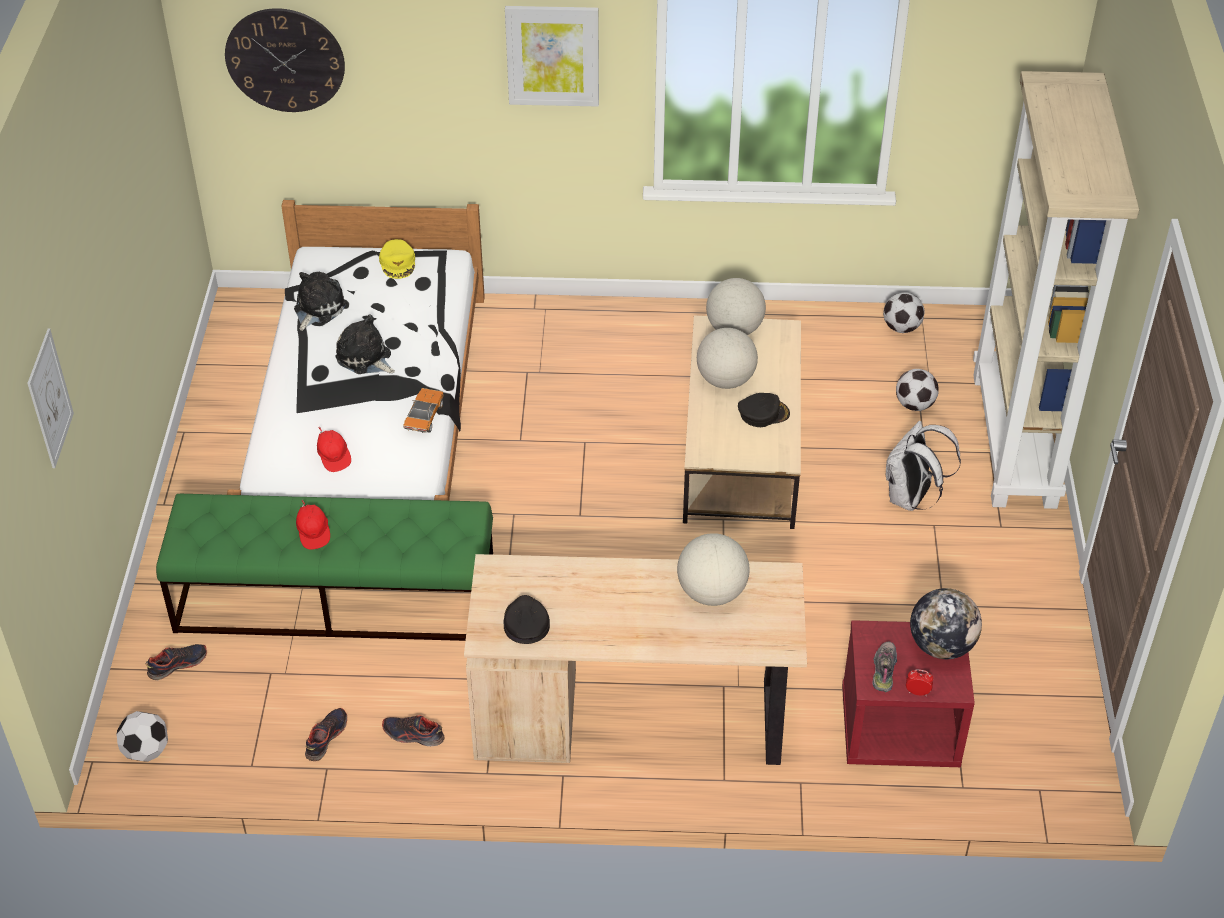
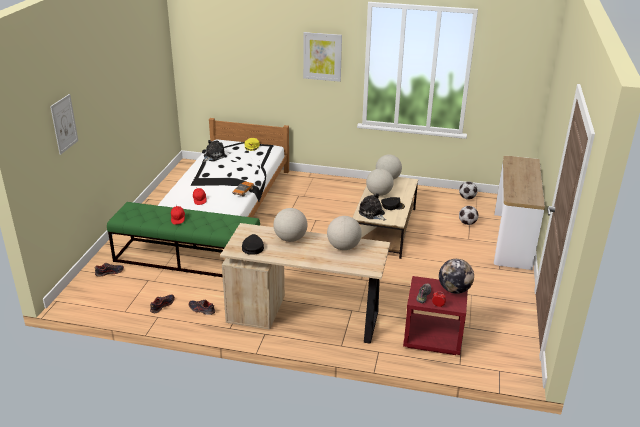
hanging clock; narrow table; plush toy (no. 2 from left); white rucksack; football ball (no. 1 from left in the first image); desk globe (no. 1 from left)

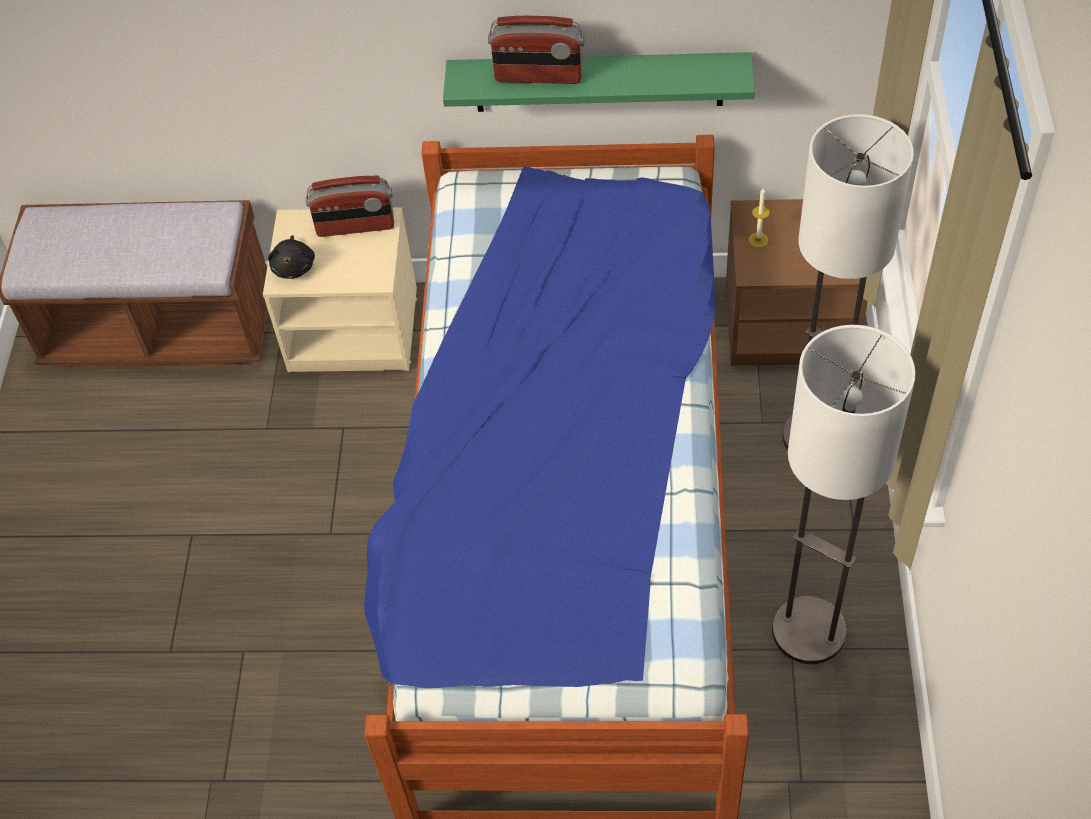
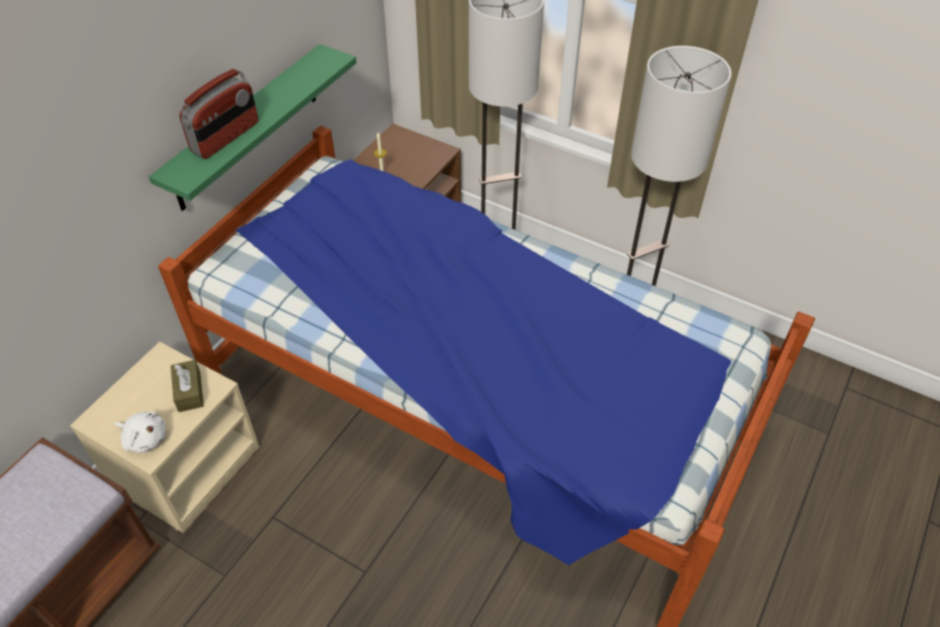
radio (no. 1 from left in the first image); white plush toy; brown box of tissues

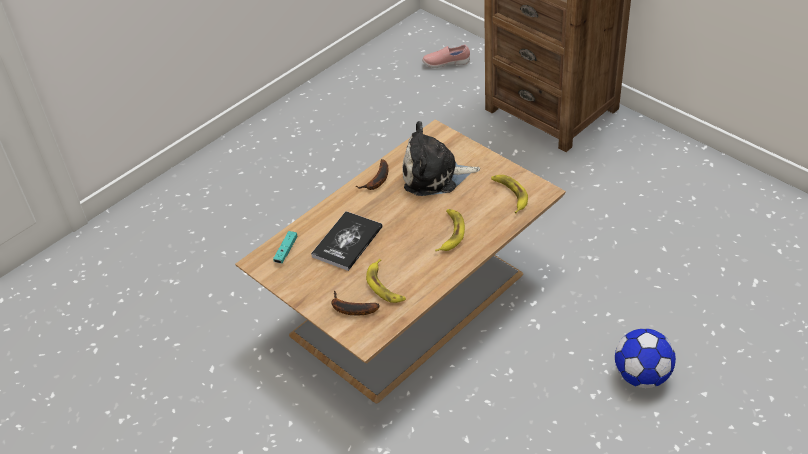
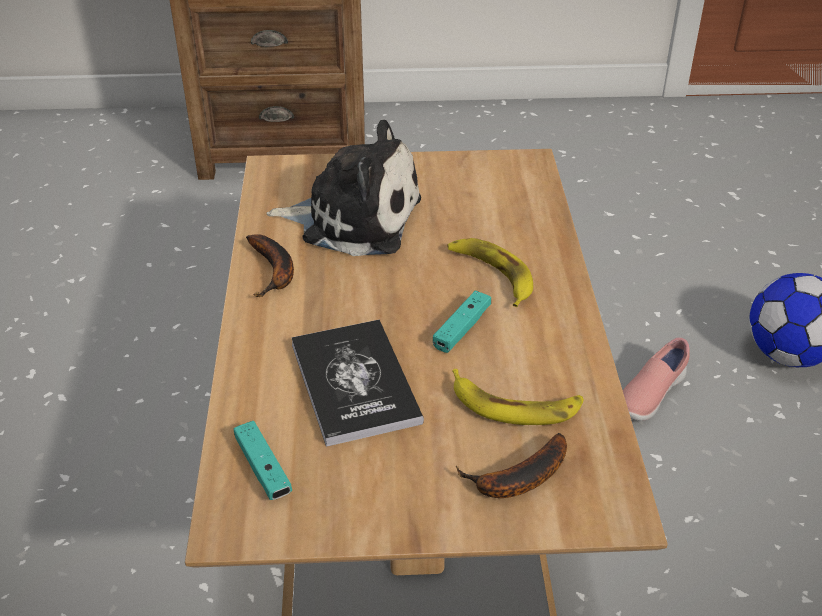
pink-coloured shoe; plush toy; banana (no. 5 from left in the first image); turquoise joypad (no. 2 from left)

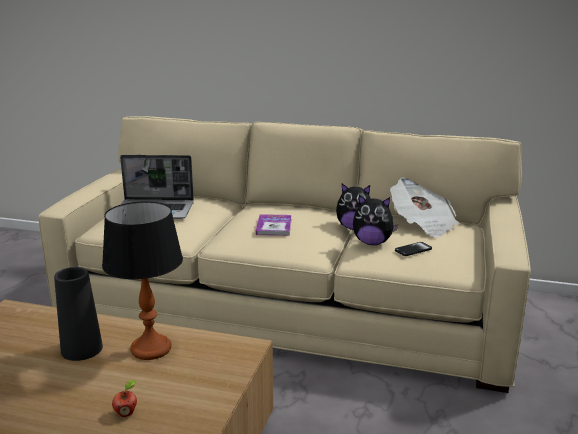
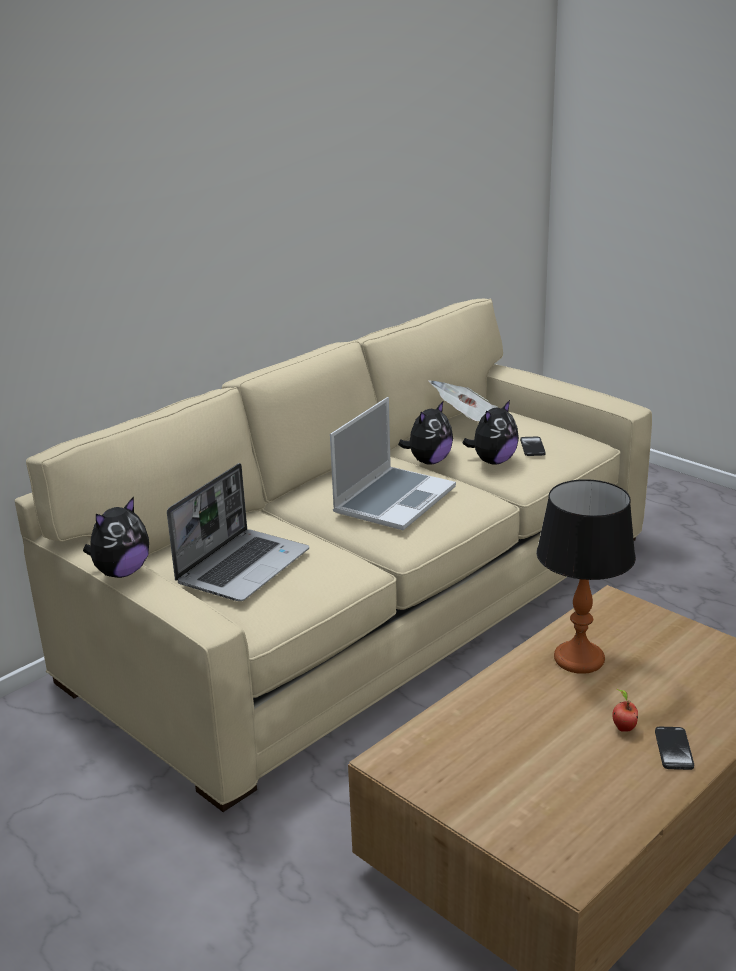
laptop (no. 2 from left); blackish vase; whole apple; plush toy (no. 1 from left); phone (no. 2 from left)

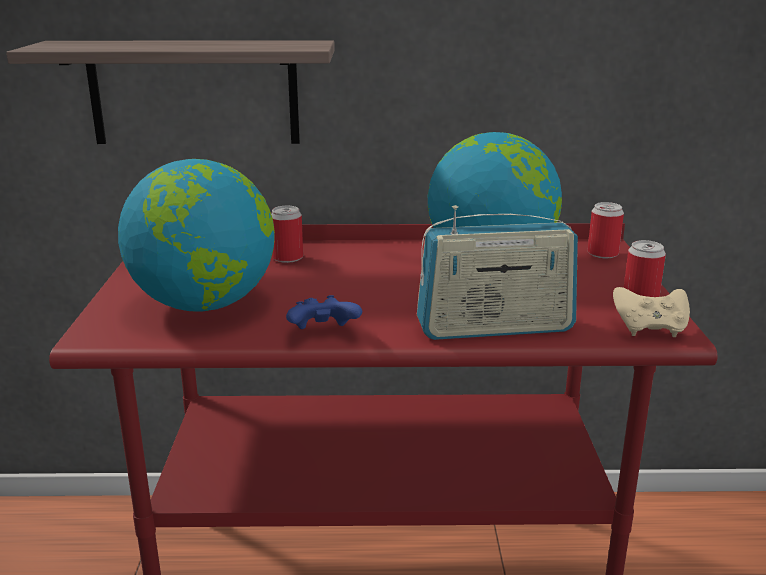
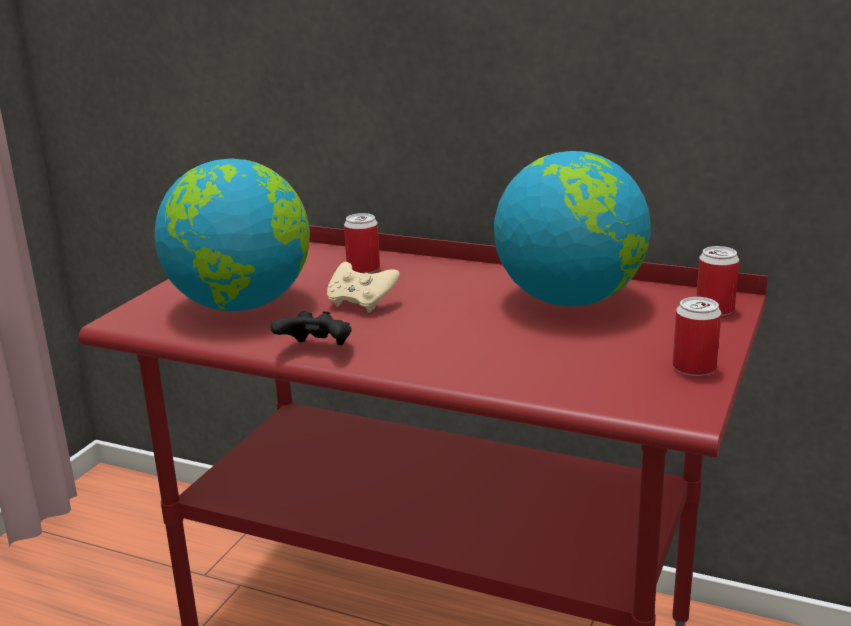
wall shelf; radio; sand-coloured joypad; blackish joypad

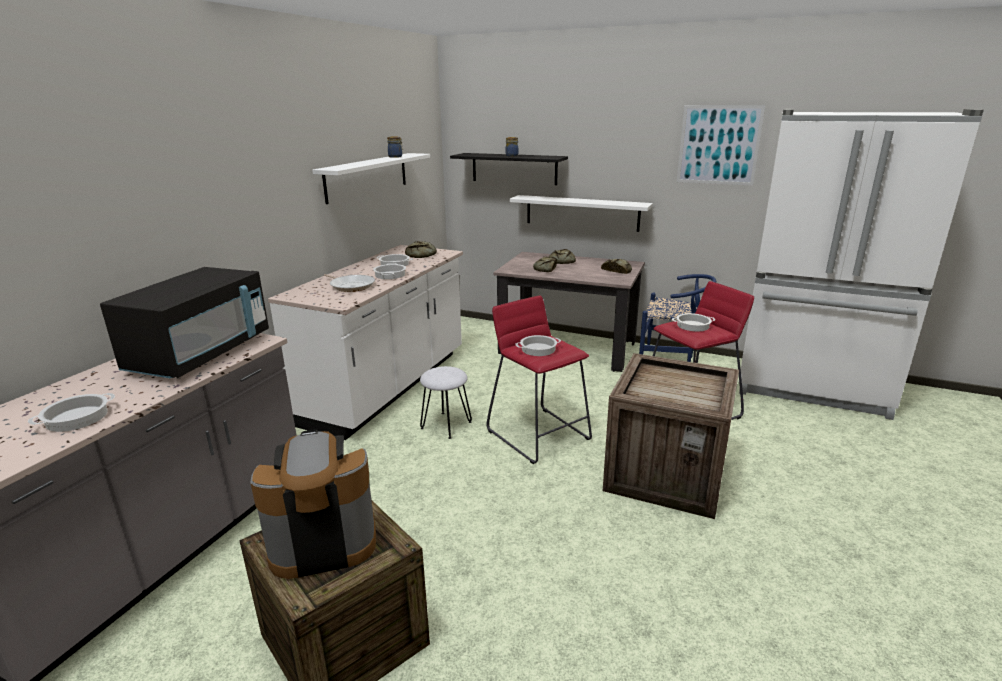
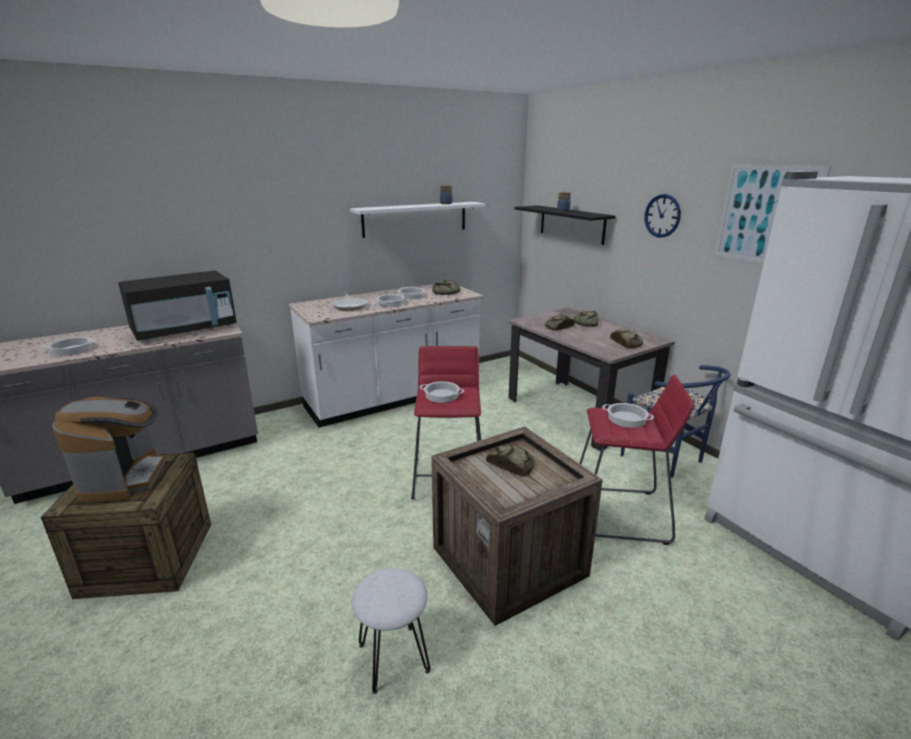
white wall shelf (no. 2 from left in the first image); white stool seat; coffee maker; hanging clock; baked bread (no. 2 from left)

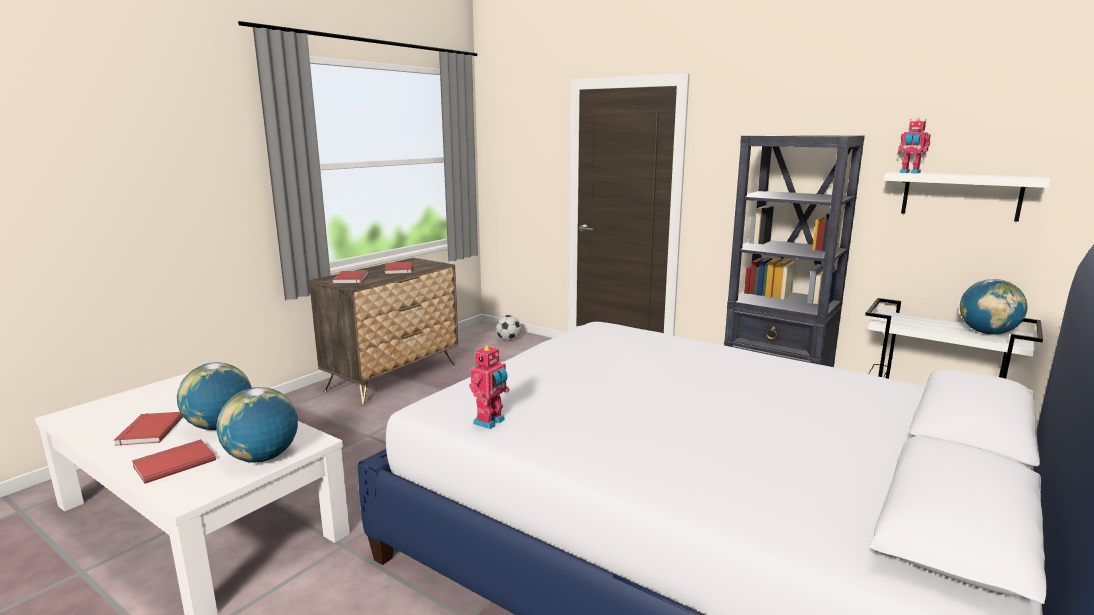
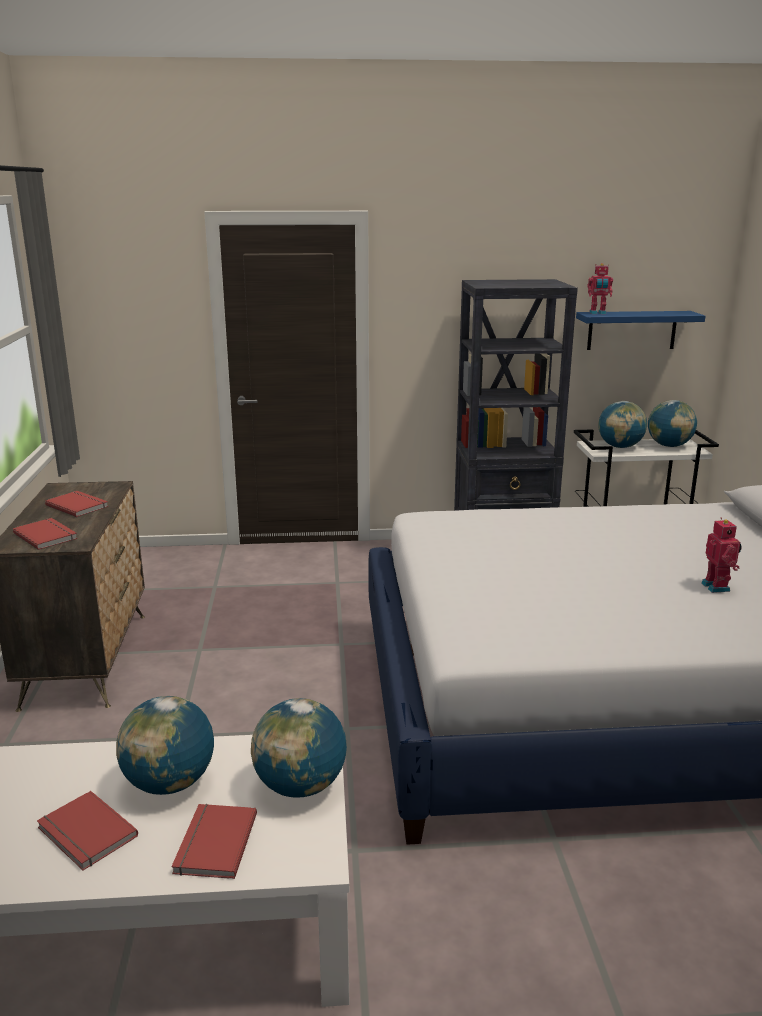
bluish wall shelf; football ball; model robot (no. 2 from left); desk globe (no. 3 from left)

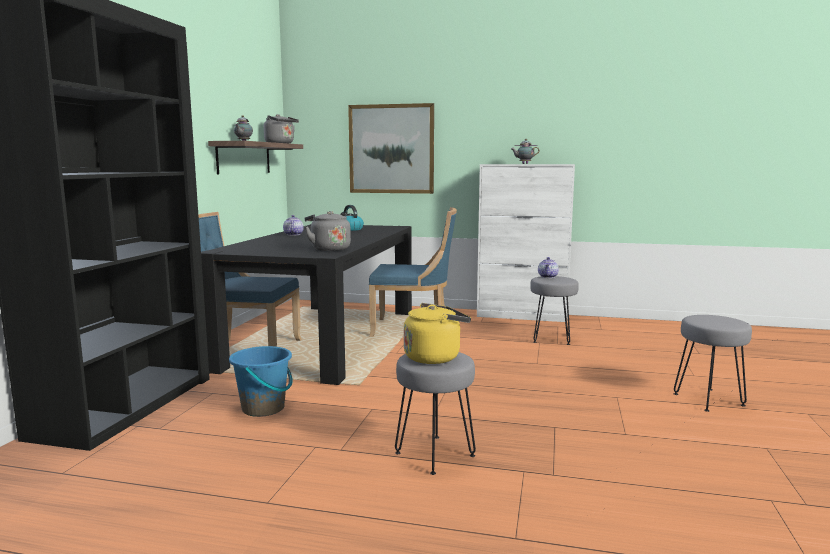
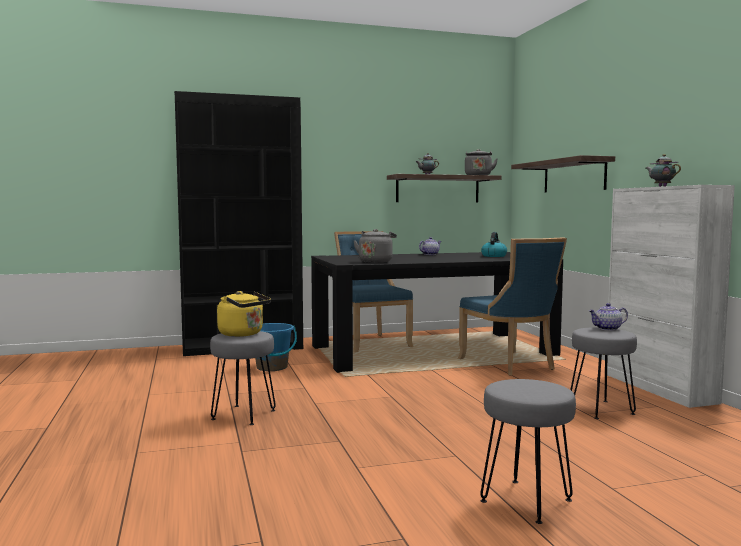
wall shelf (no. 2 from left)

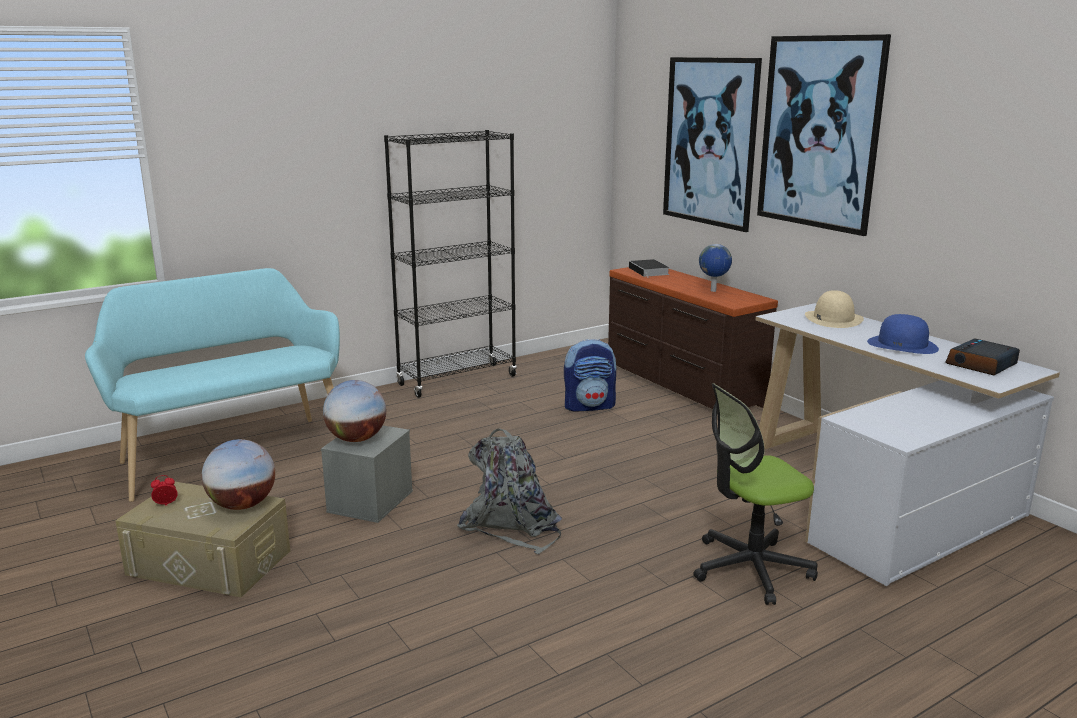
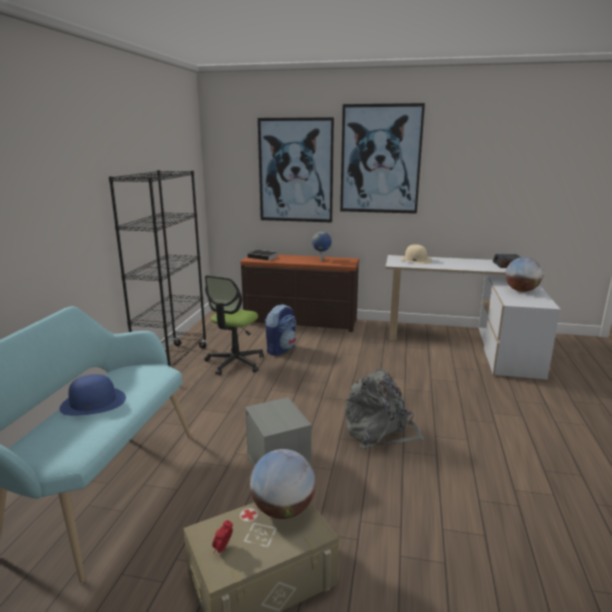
bluish hat; desk globe (no. 3 from left); desk chair

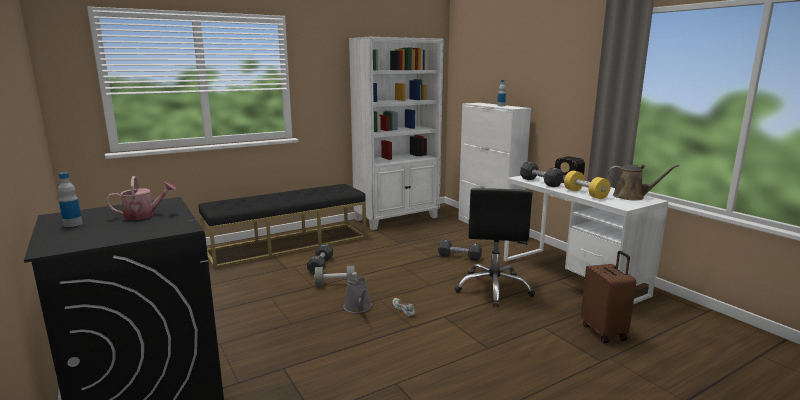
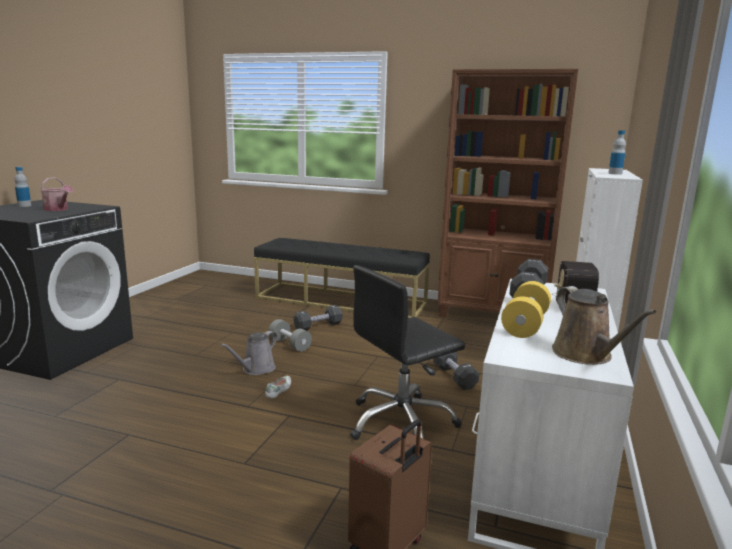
brown bookcase

